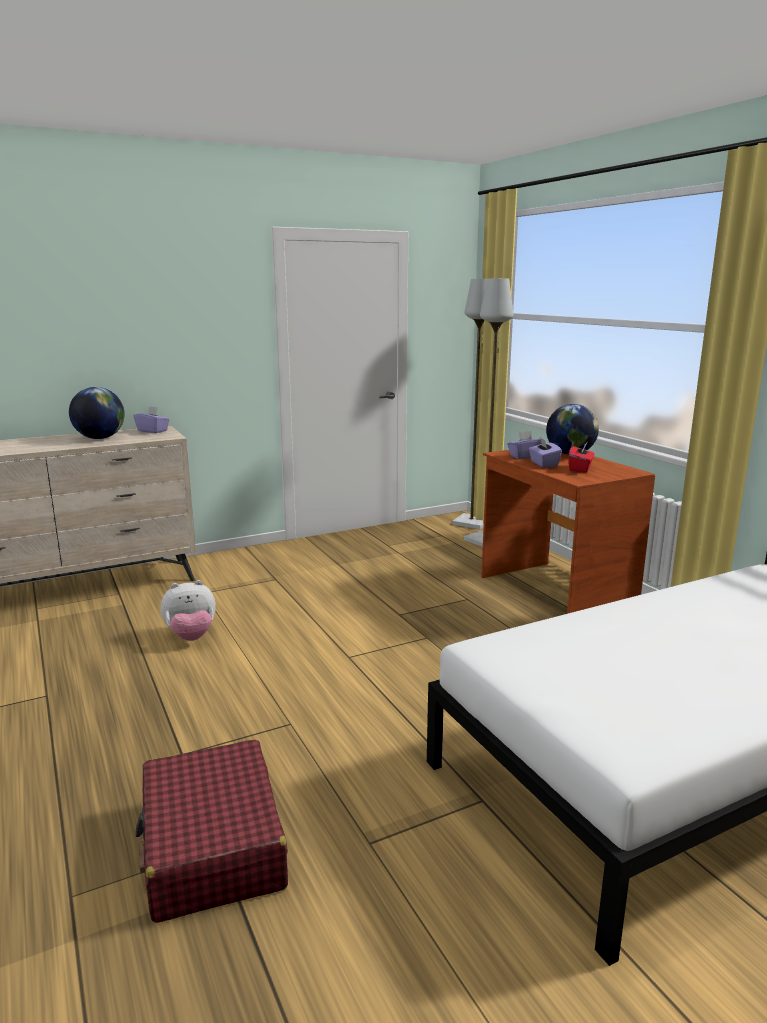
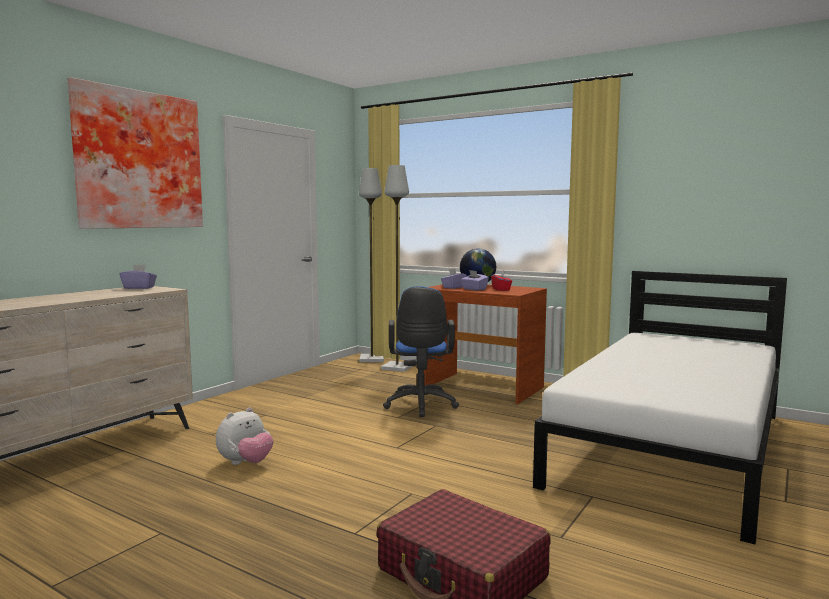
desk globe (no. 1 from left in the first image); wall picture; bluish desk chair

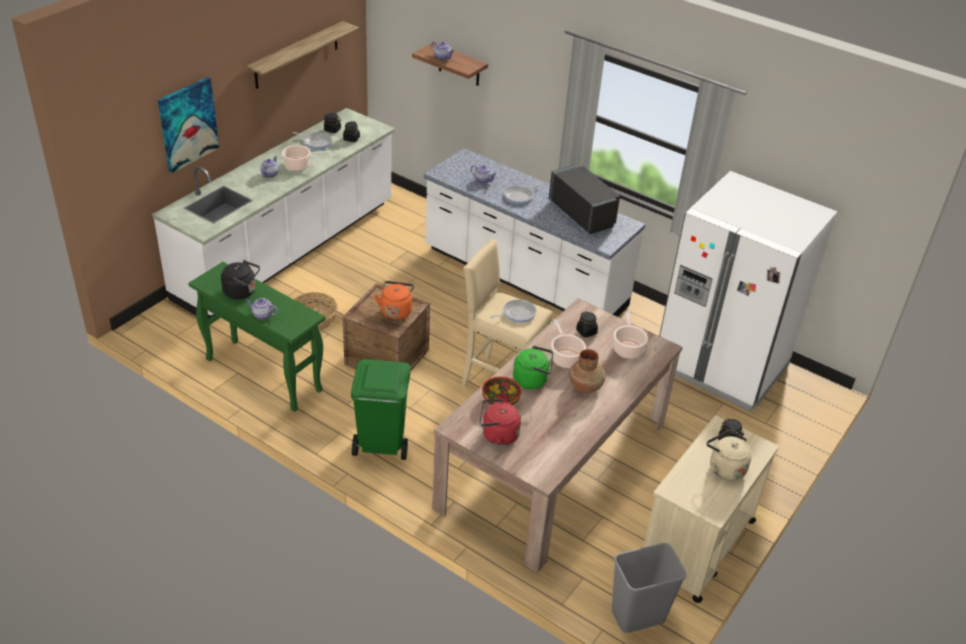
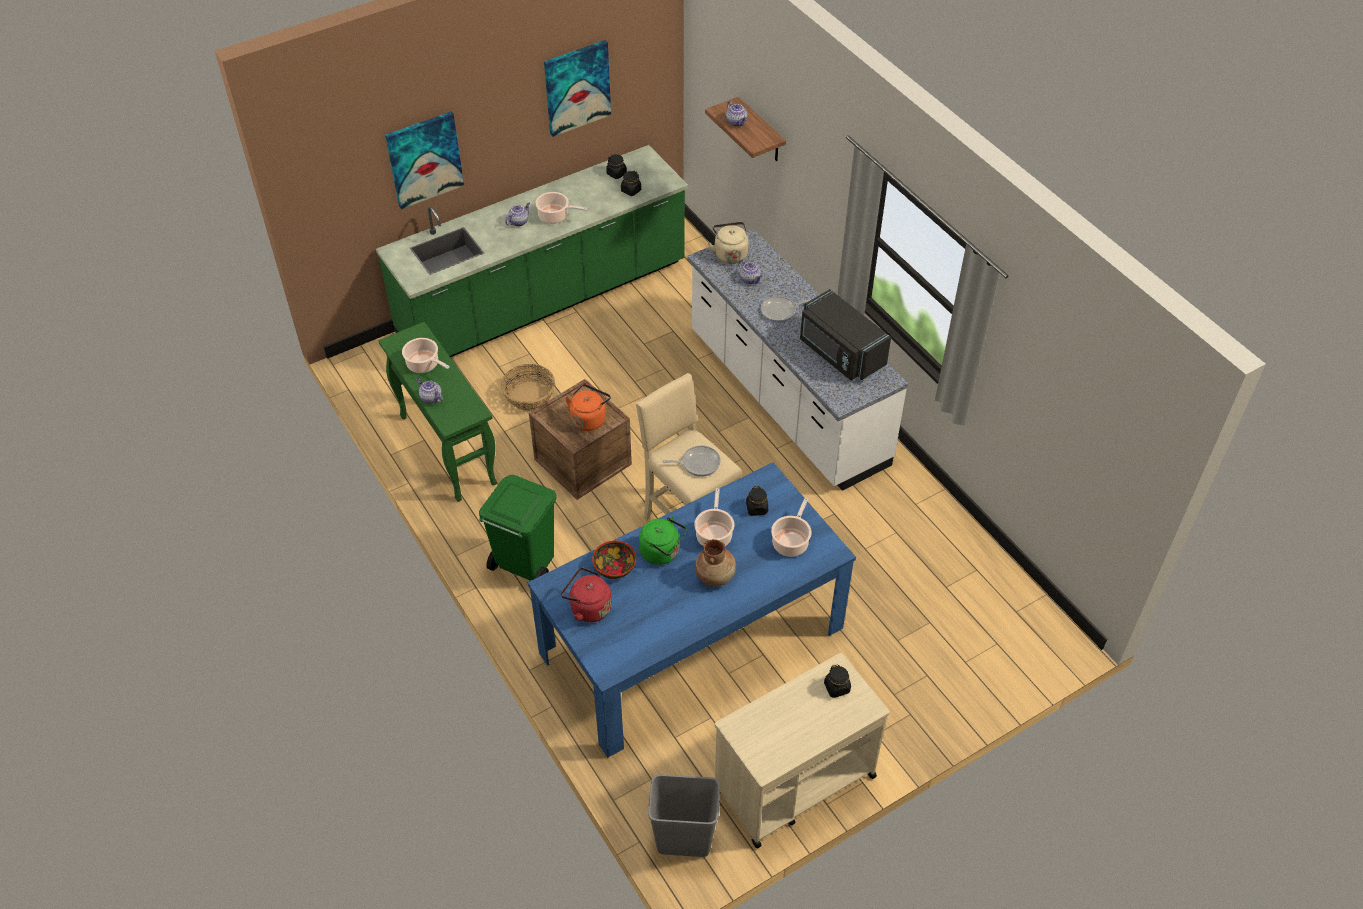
wall picture (no. 2 from left); greenish counter; skillet (no. 1 from left in the first image); blackish microwave; white kitchen fridge; cooking pot (no. 1 from left); bluish dinner table; sand-coloured kettle

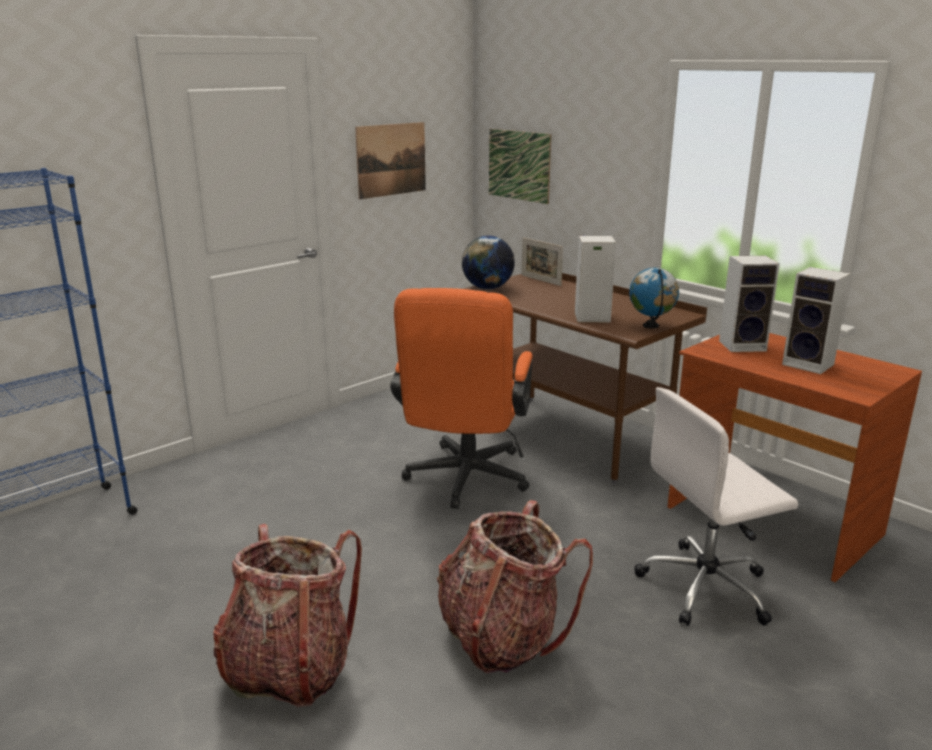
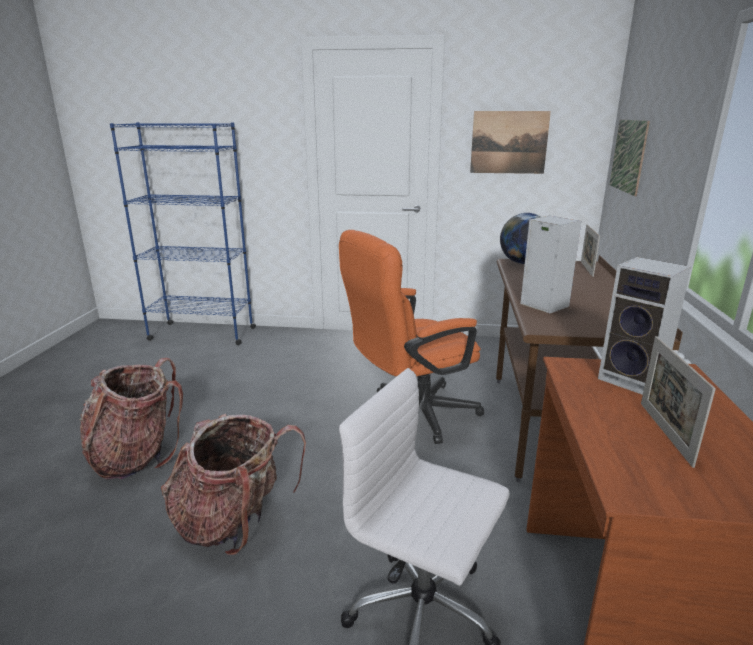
standing frame (no. 2 from left); desk globe (no. 2 from left in the first image)

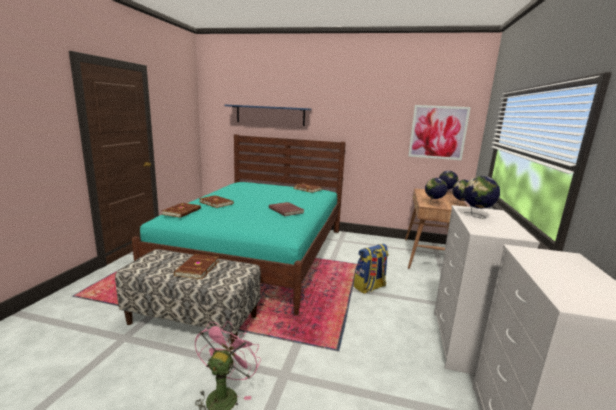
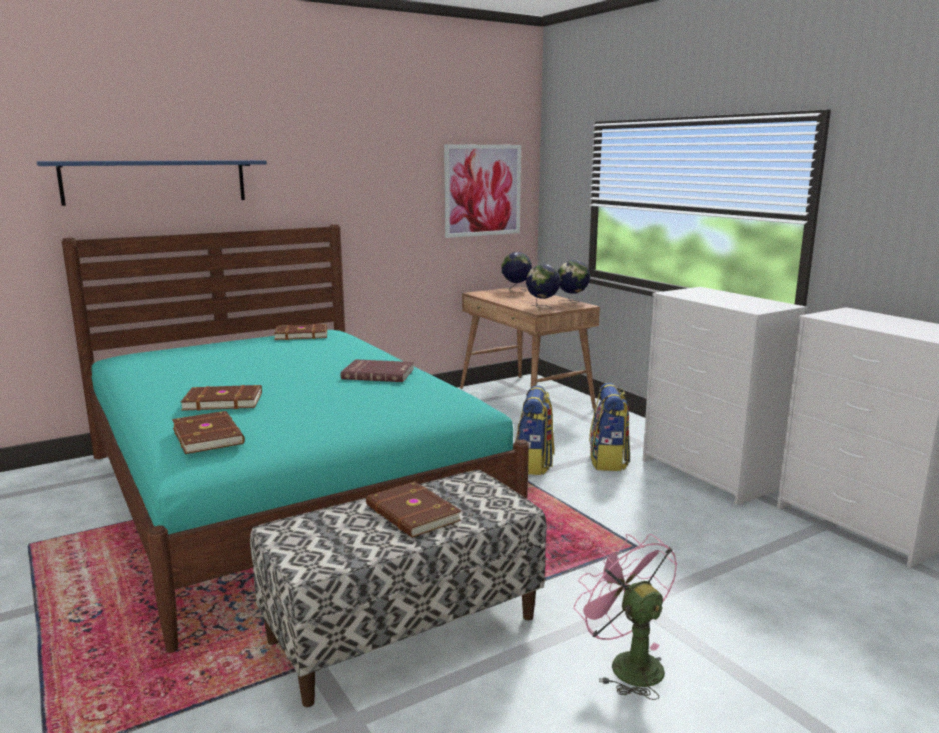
desk globe (no. 4 from left in the first image); rucksack (no. 2 from left)

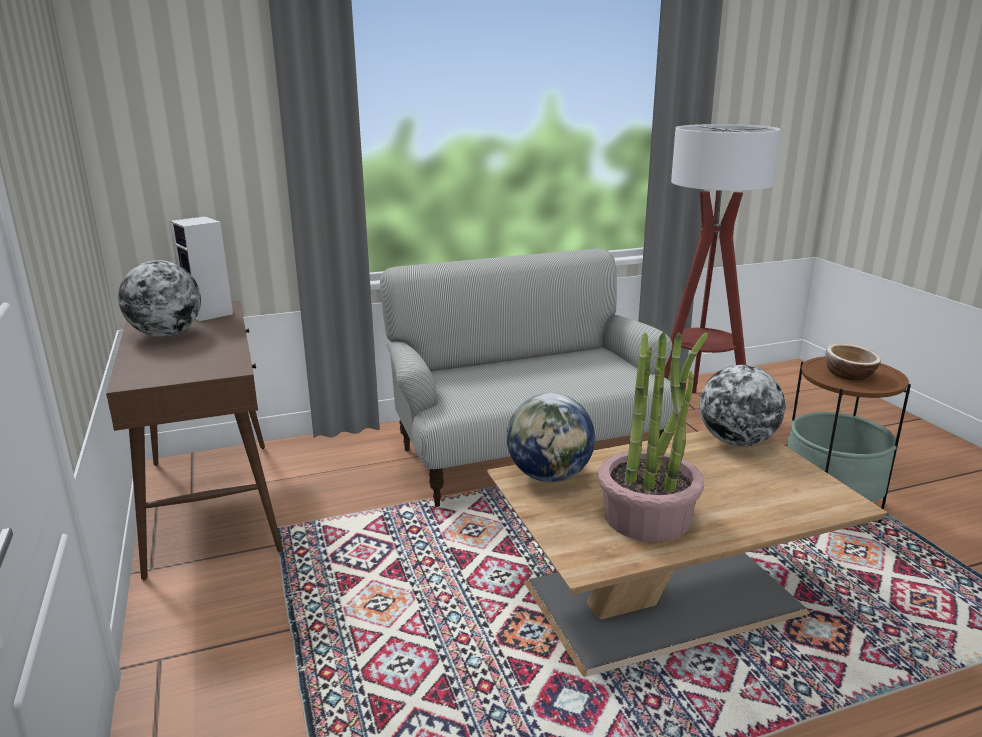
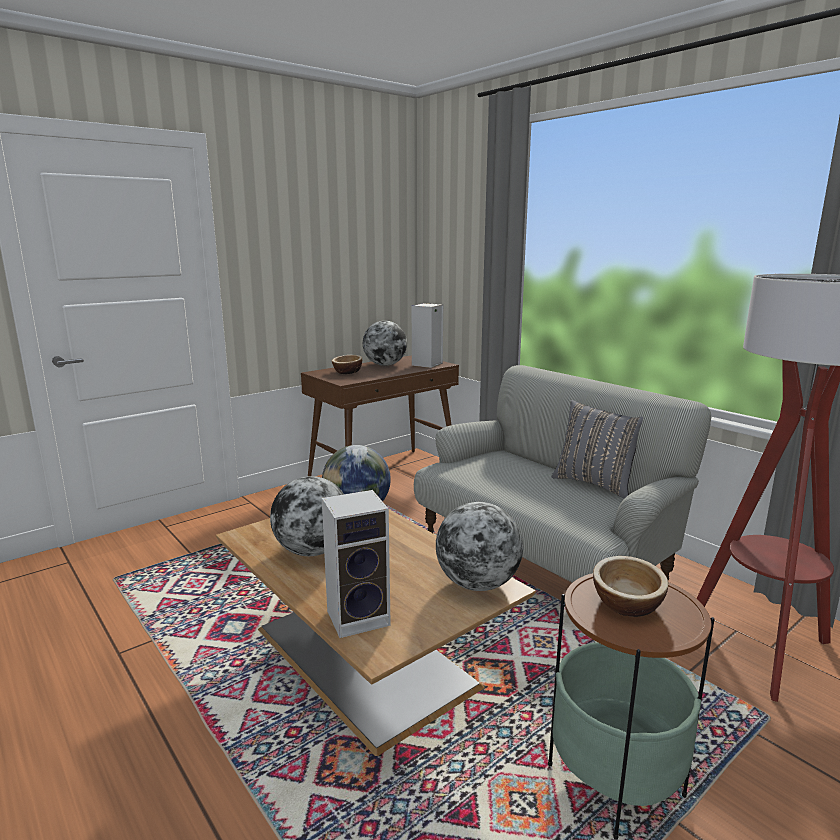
desk globe (no. 1 from left); deep dish (no. 1 from left); grey pillow; speaker (no. 1 from left)

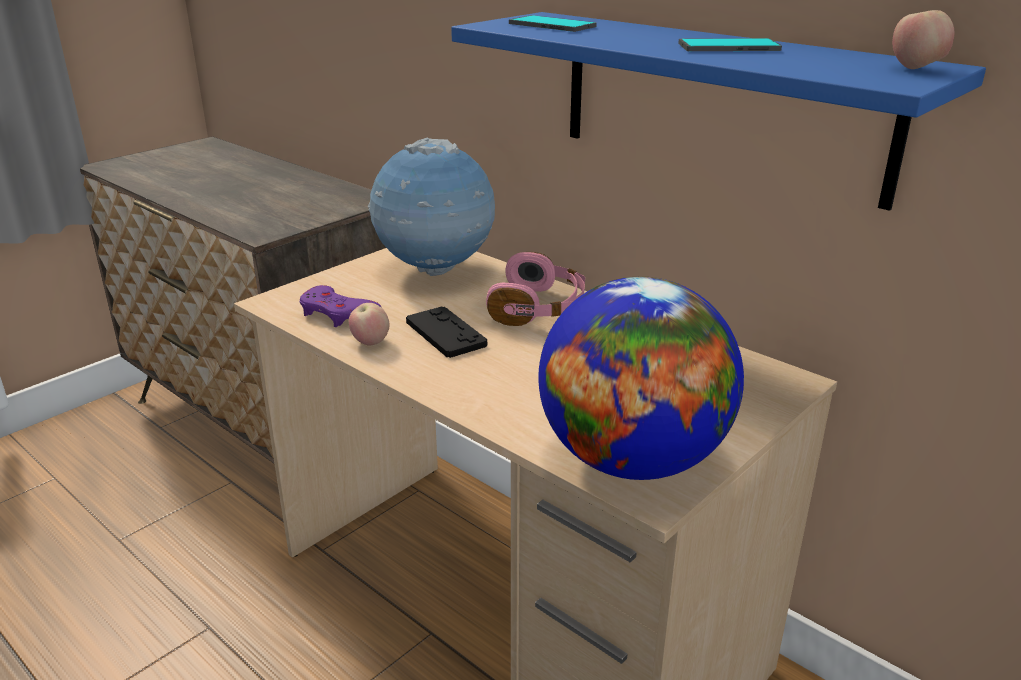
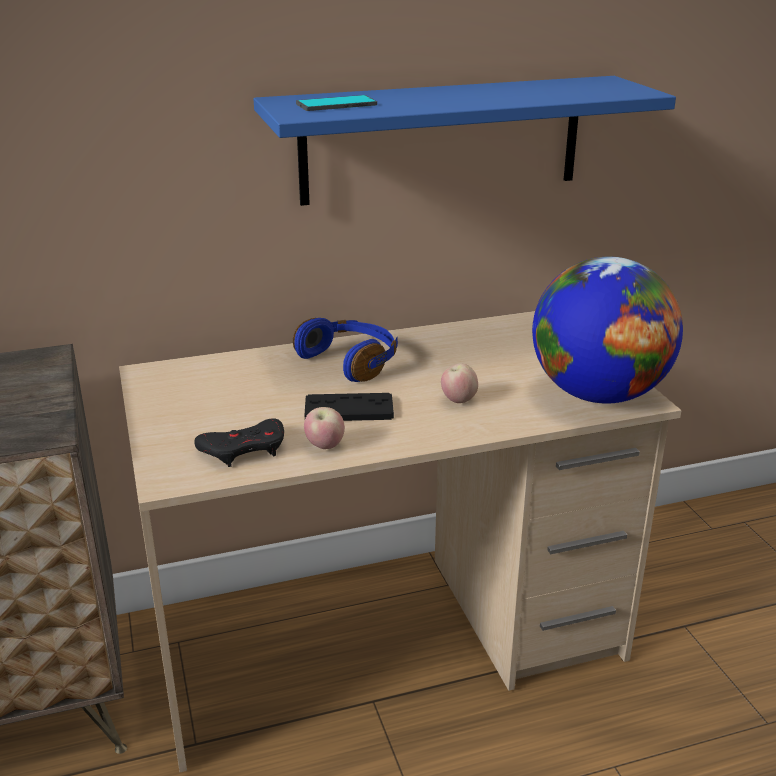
whole apple (no. 2 from left); phone (no. 2 from left in the first image); desk globe (no. 1 from left in the first image); bluish headset; blackish joypad (no. 1 from left)

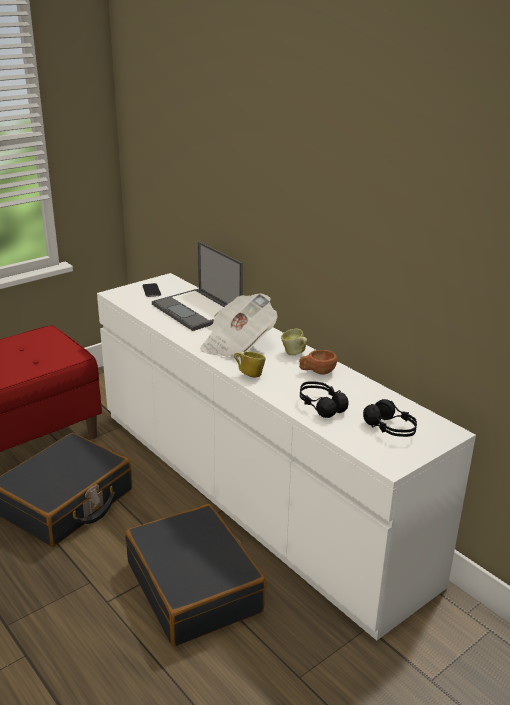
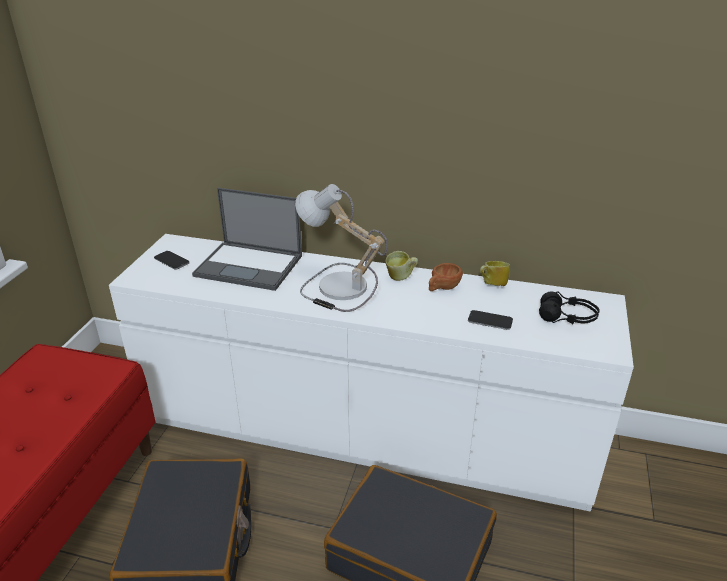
lamp for a table; tea mug (no. 2 from left); phone (no. 2 from left)

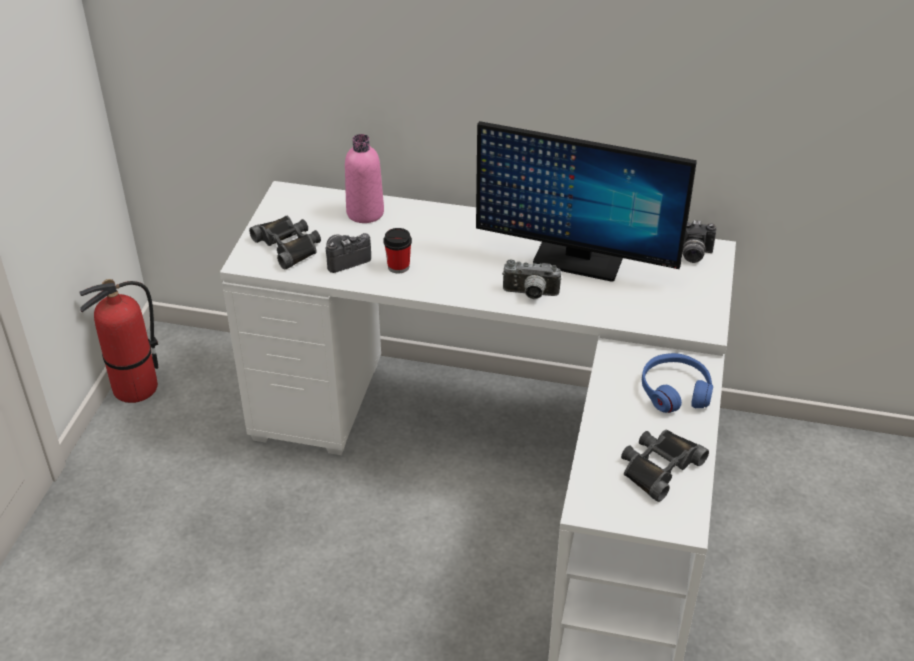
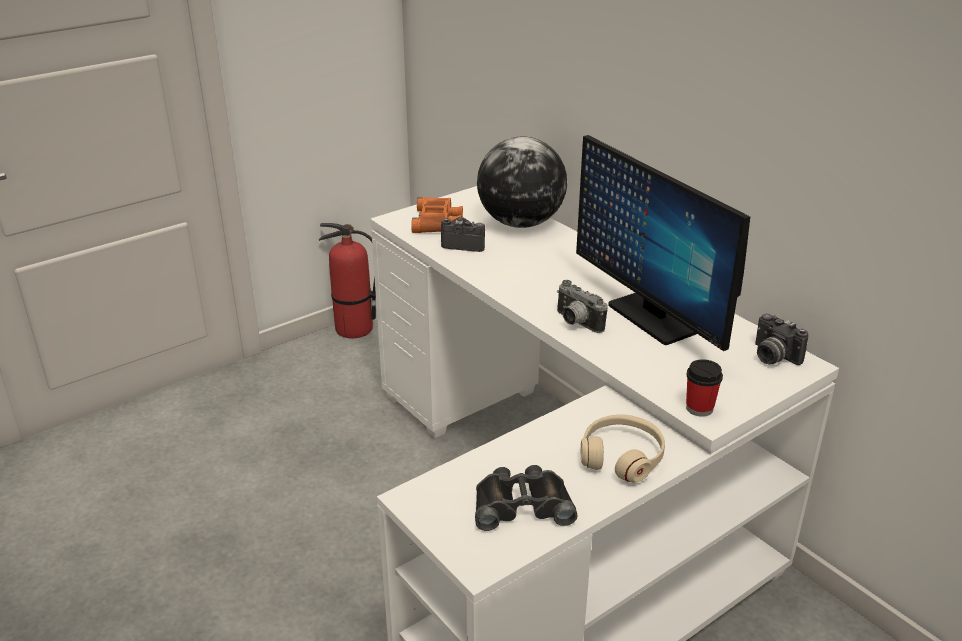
desk globe; orange pair of binoculars; cup; sand-coloured headset

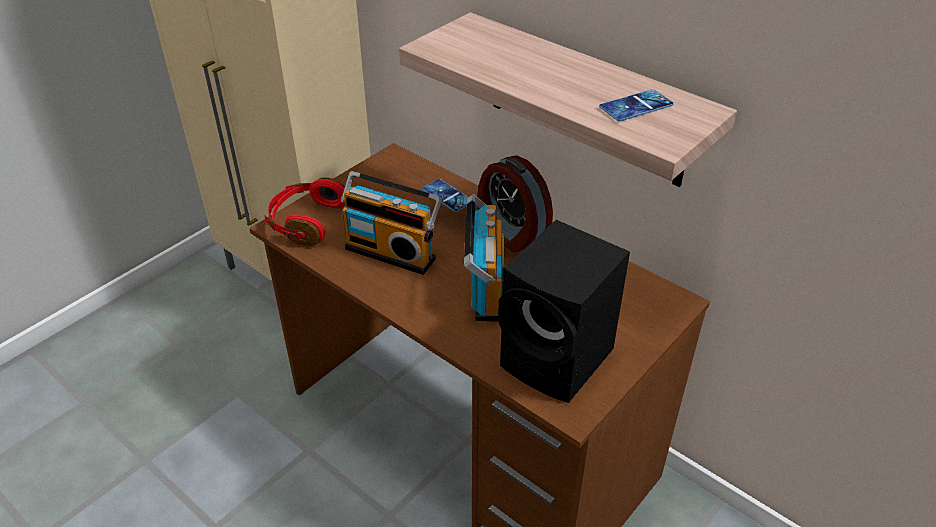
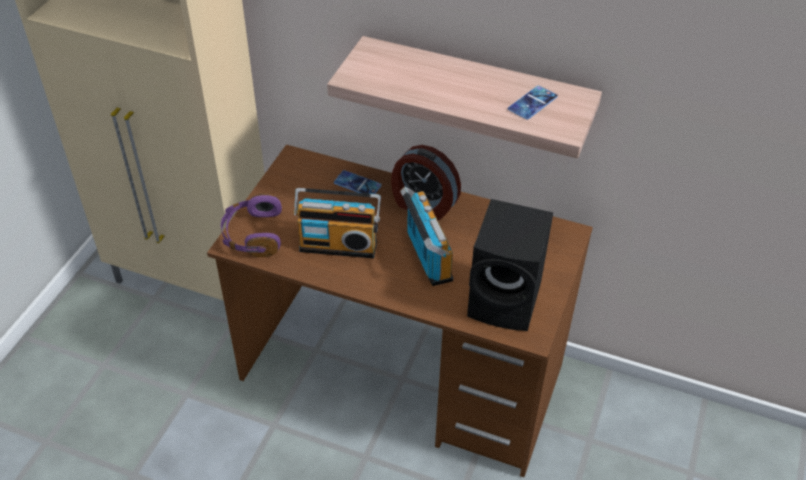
purple headset

